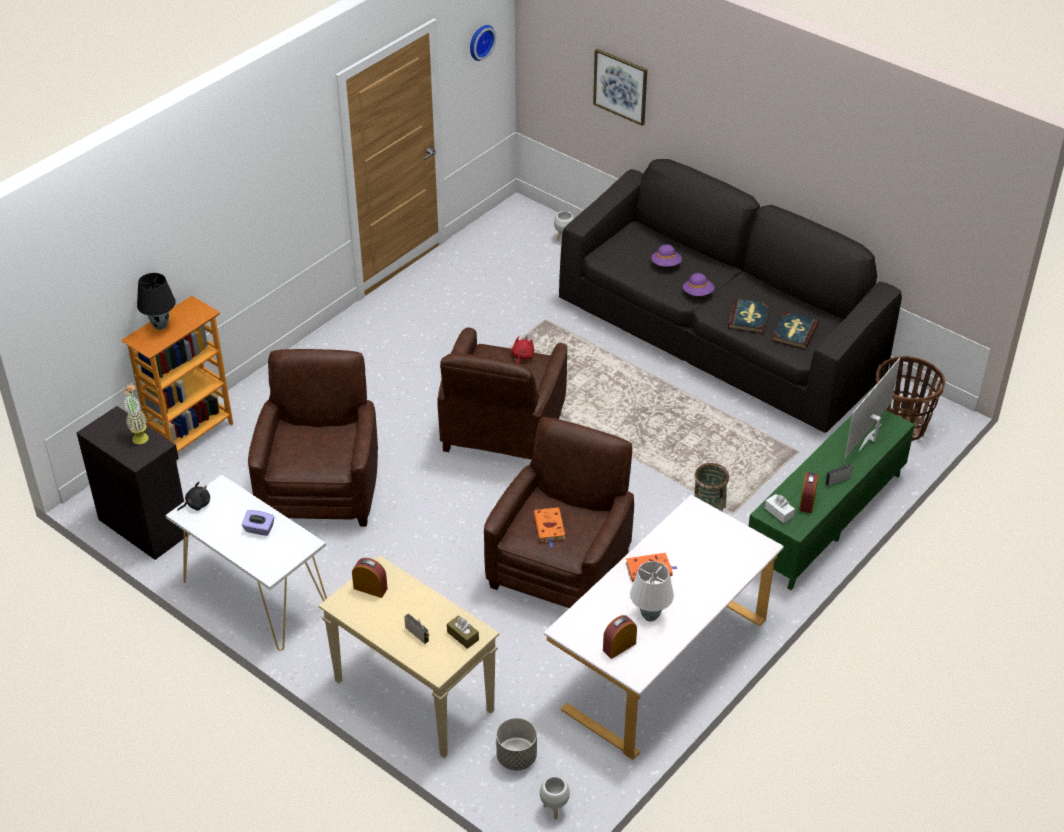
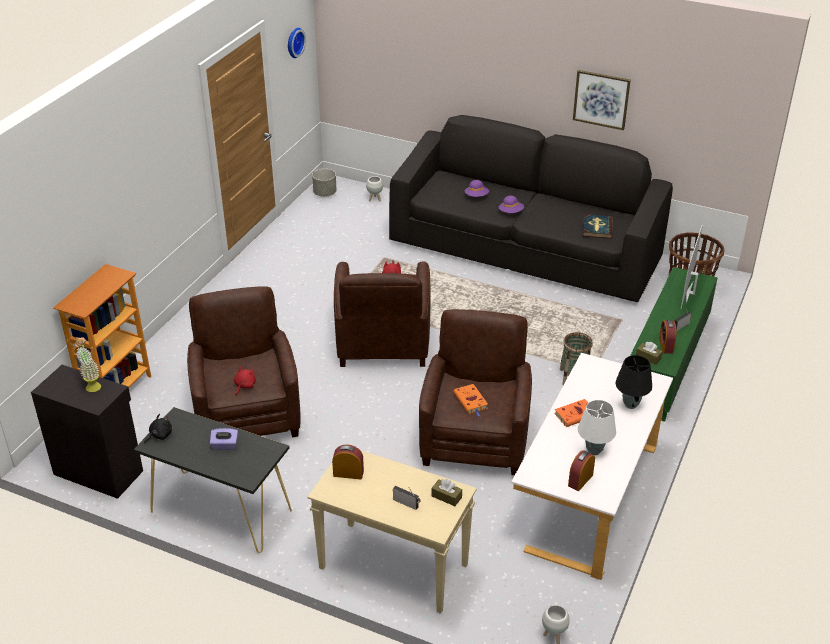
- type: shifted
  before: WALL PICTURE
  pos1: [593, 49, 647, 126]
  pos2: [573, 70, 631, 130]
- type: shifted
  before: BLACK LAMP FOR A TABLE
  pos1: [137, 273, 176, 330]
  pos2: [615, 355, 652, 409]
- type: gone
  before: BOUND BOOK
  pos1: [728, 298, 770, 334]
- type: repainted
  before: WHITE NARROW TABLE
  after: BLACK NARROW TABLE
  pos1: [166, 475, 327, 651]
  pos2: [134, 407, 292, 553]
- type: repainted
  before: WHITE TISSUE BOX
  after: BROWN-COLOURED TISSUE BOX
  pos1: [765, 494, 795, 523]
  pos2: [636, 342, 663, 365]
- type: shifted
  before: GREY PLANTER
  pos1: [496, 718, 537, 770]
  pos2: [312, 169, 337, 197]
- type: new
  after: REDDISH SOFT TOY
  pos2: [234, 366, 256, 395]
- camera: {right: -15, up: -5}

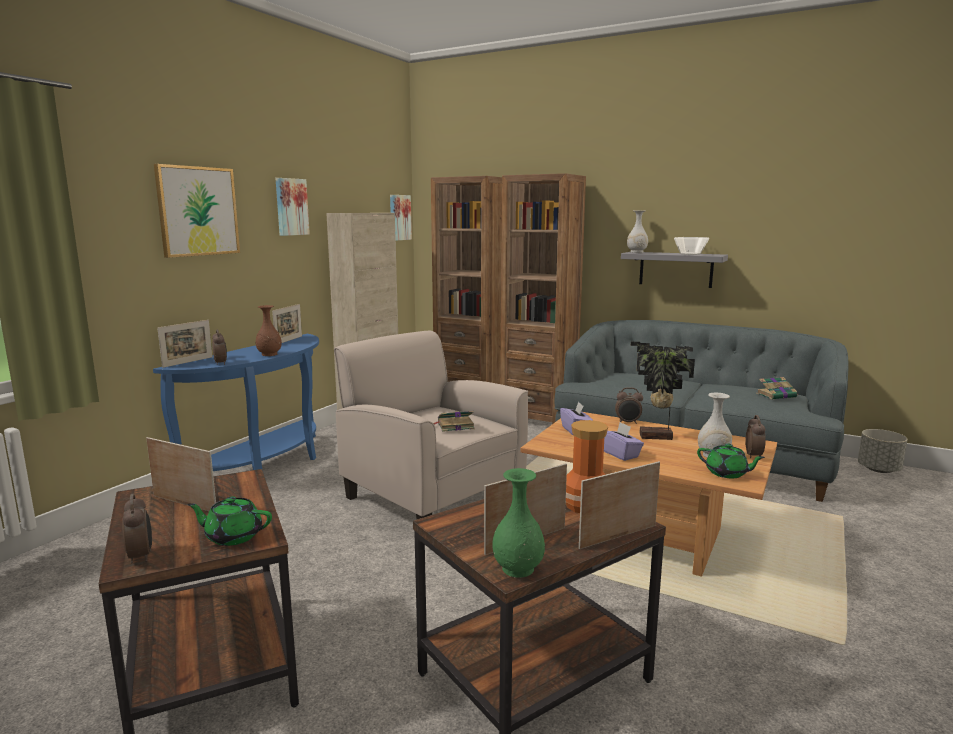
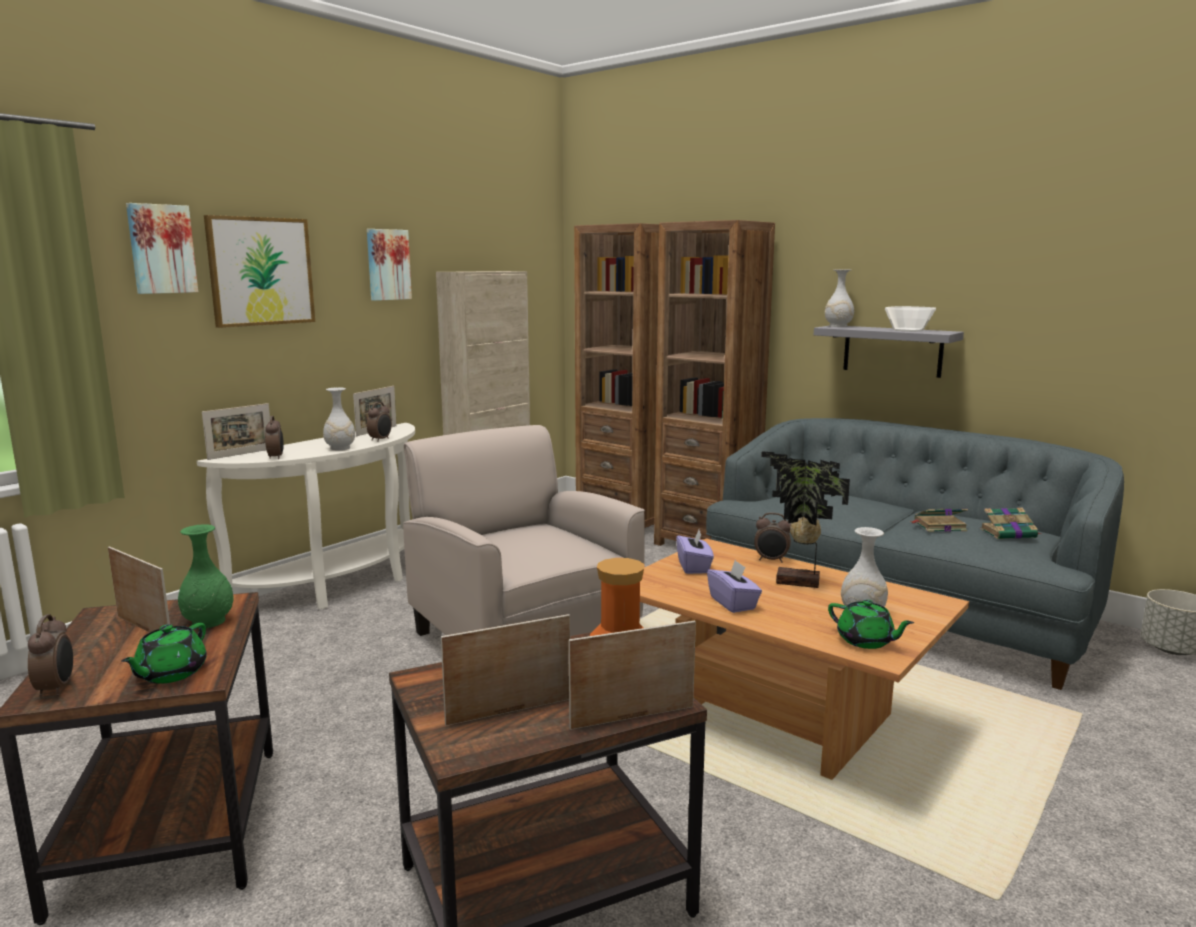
- type: shifted
  before: WALL PICTURE
  pos1: [390, 195, 412, 241]
  pos2: [126, 203, 198, 294]
- type: repainted
  before: BROWN-COLOURED DECORATIVE VASE
  after: WHITE DECORATIVE VASE
  pos1: [256, 305, 282, 356]
  pos2: [323, 387, 355, 450]
- type: repainted
  before: BLUISH NARROW TABLE
  after: WHITE NARROW TABLE
  pos1: [153, 334, 319, 471]
  pos2: [197, 423, 415, 609]
- type: shifted
  before: BOUND BOOK
  pos1: [433, 411, 474, 432]
  pos2: [909, 509, 968, 532]
- type: shifted
  before: ALARM CLOCK
  pos1: [745, 415, 766, 458]
  pos2: [367, 402, 392, 442]
- type: shifted
  before: GREEN-COLOURED DECORATIVE VASE
  pos1: [492, 468, 545, 578]
  pos2: [178, 524, 234, 628]
- type: rotated
  before: GREEN-COLOURED POT FOR TEA
  pos1: [187, 496, 272, 546]
  pos2: [121, 623, 207, 684]
  turn: -90
- camera: {right: 10, up: 0}

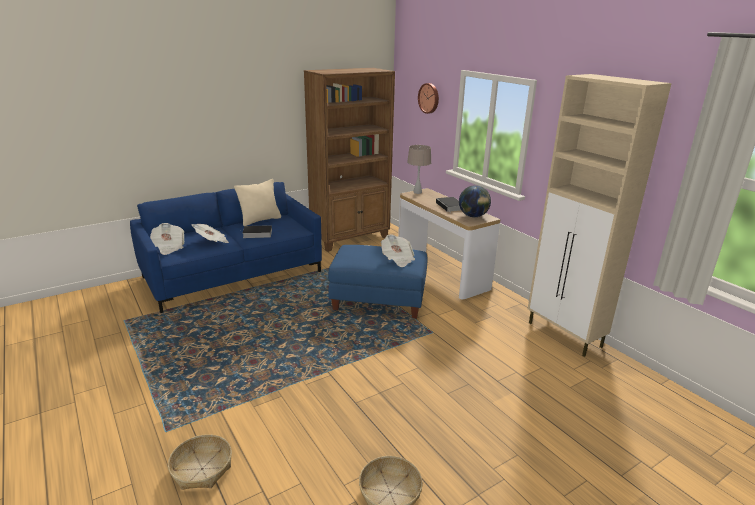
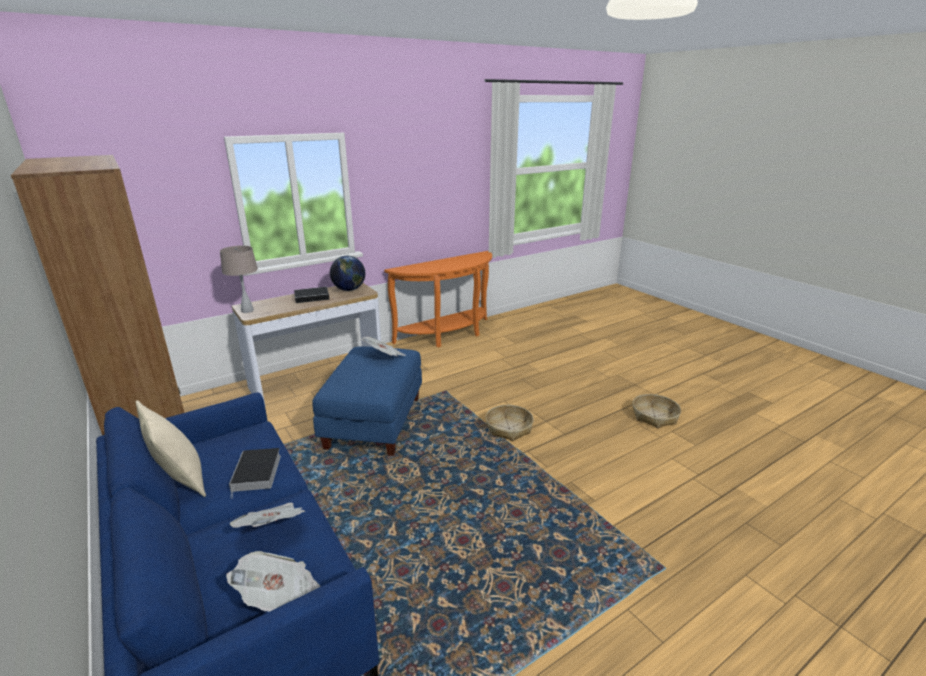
- type: swapped
  before: BEIGE CUPBOARD
  after: ORANGE NARROW TABLE
  pos1: [528, 74, 672, 357]
  pos2: [384, 251, 492, 347]
- type: gone
  before: CLOCK ON THE WALL
  pos1: [418, 83, 439, 114]
- type: shifted
  before: STORAGE BASKET
  pos1: [168, 434, 232, 490]
  pos2: [486, 405, 534, 441]
- camera: {right: -90, up: 0}

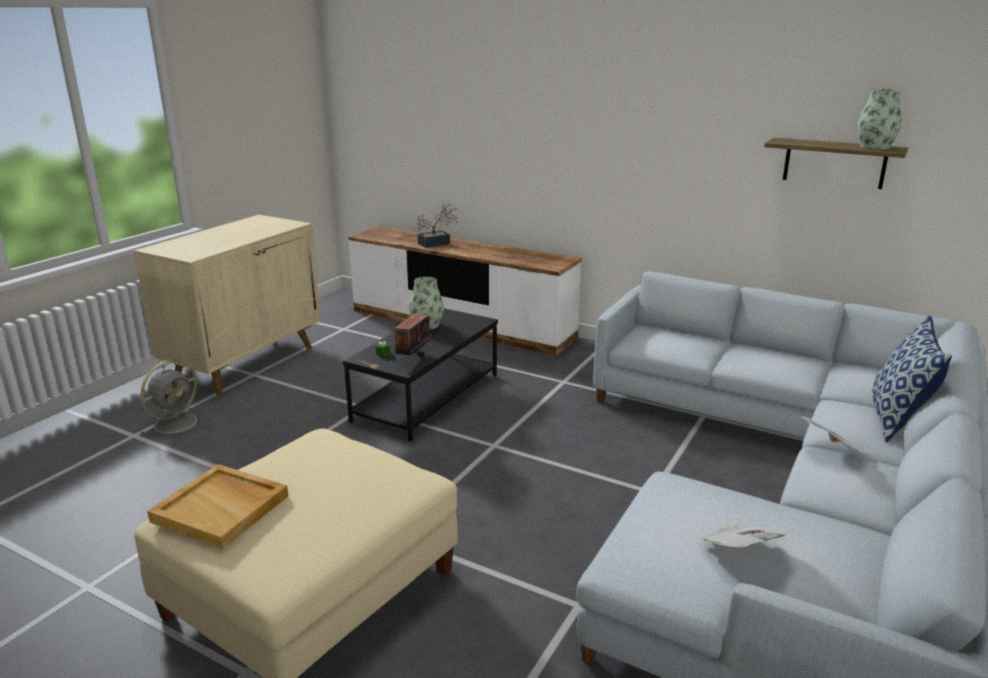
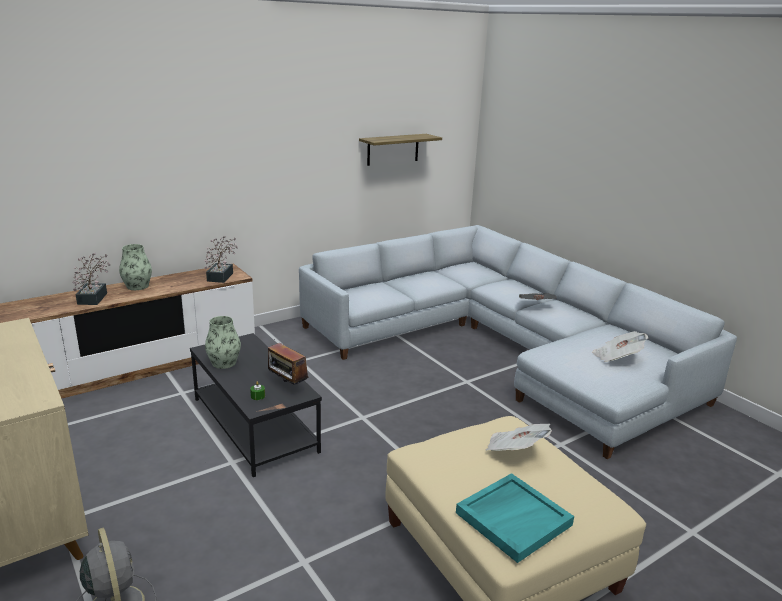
- type: shifted
  before: DECORATIVE VASE
  pos1: [857, 89, 902, 149]
  pos2: [119, 244, 152, 290]
- type: gone
  before: THROW PILLOW
  pos1: [872, 316, 952, 443]
- type: repainted
  before: BEIGE CARRYING TRAY
  after: TURQUOISE-COLOURED CARRYING TRAY
  pos1: [147, 464, 288, 549]
  pos2: [456, 473, 574, 563]
- type: new
  after: PLANT IN A POT
  pos2: [204, 236, 238, 283]
- type: new
  after: NEWSPAPER
  pos2: [485, 424, 552, 451]
- camera: {right: -65, up: 0}

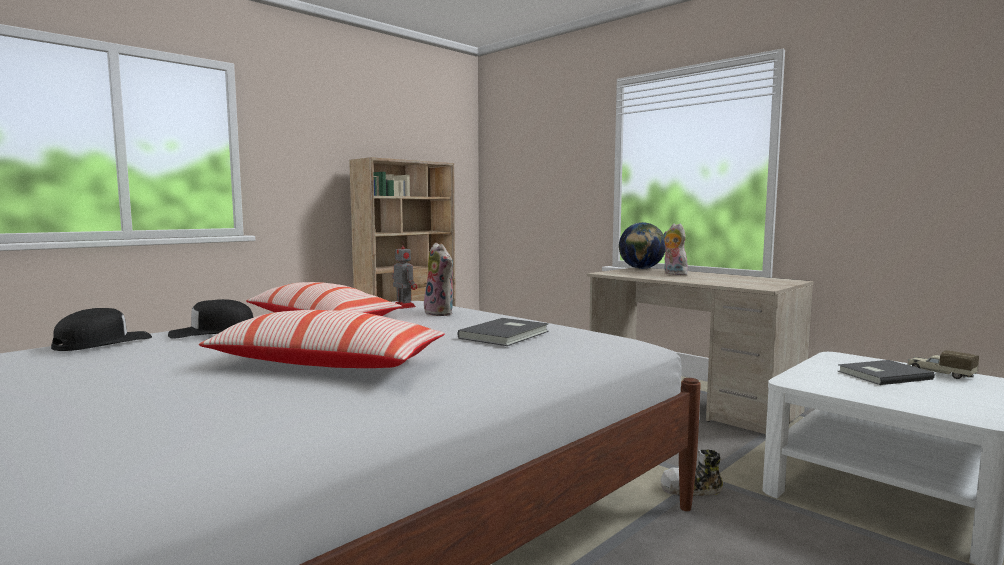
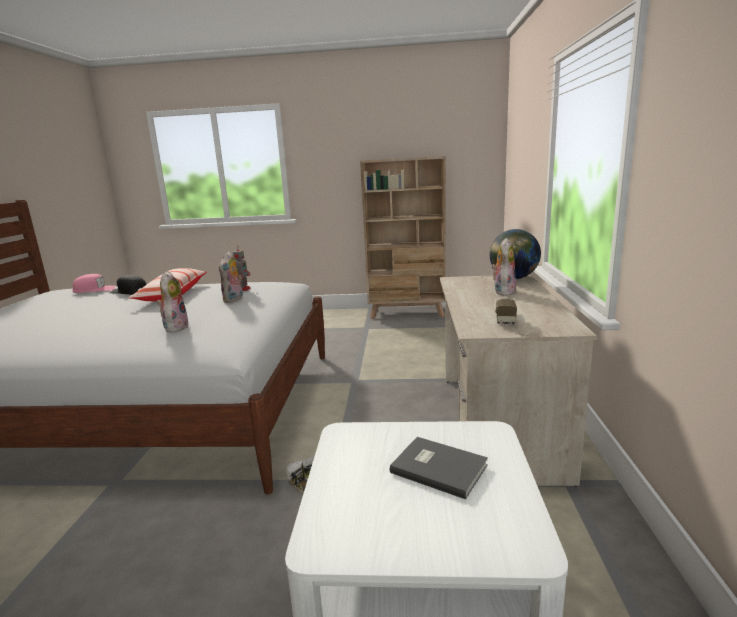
- type: repainted
  before: BLACK PEAKED CAP
  after: PINK-COLOURED PEAKED CAP
  pos1: [51, 308, 152, 351]
  pos2: [73, 274, 116, 293]
- type: gone
  before: THROW PILLOW
  pos1: [199, 310, 445, 368]
- type: swapped
  before: GREY BOUND BOOK
  after: SOFT TOY
  pos1: [457, 318, 549, 346]
  pos2: [157, 271, 189, 332]
- type: shifted
  before: TOY LORRY
  pos1: [907, 350, 979, 379]
  pos2: [495, 299, 517, 325]
- camera: {right: 50, up: 10}

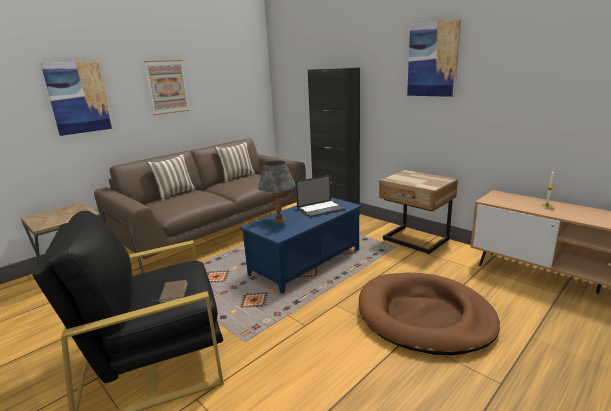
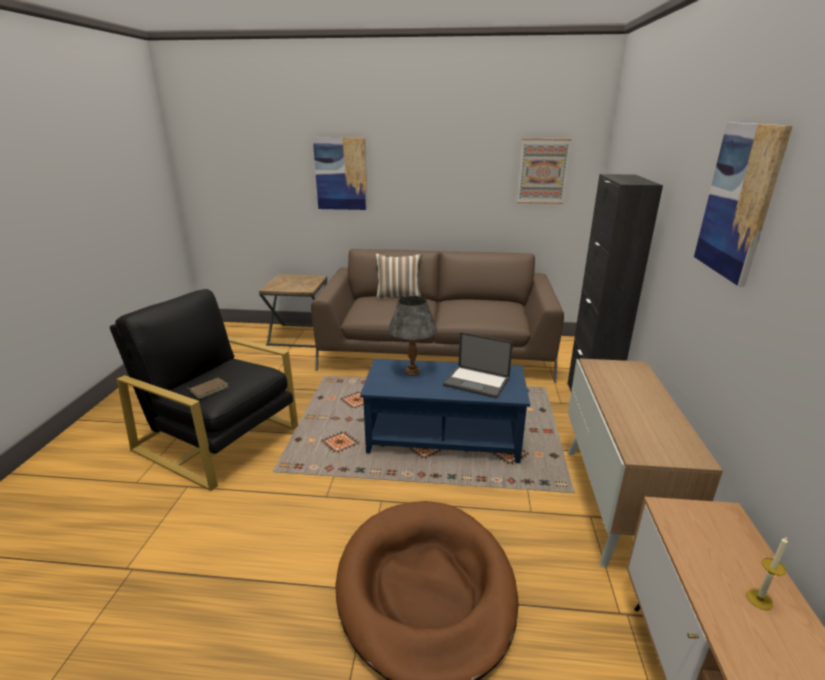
- type: shifted
  before: WALL PICTURE
  pos1: [144, 60, 190, 115]
  pos2: [517, 139, 572, 204]
- type: gone
  before: THROW PILLOW
  pos1: [214, 142, 256, 182]
- type: swapped
  before: BEIGE BEDSIDE TABLE
  after: CUPBOARD
  pos1: [379, 170, 458, 255]
  pos2: [568, 358, 723, 567]
- camera: {right: 50, up: 5}

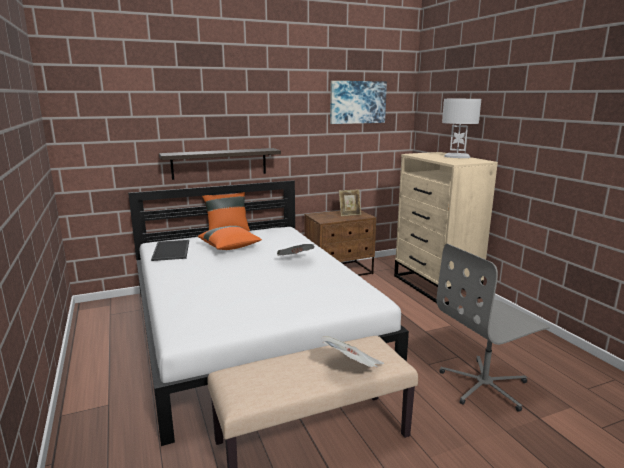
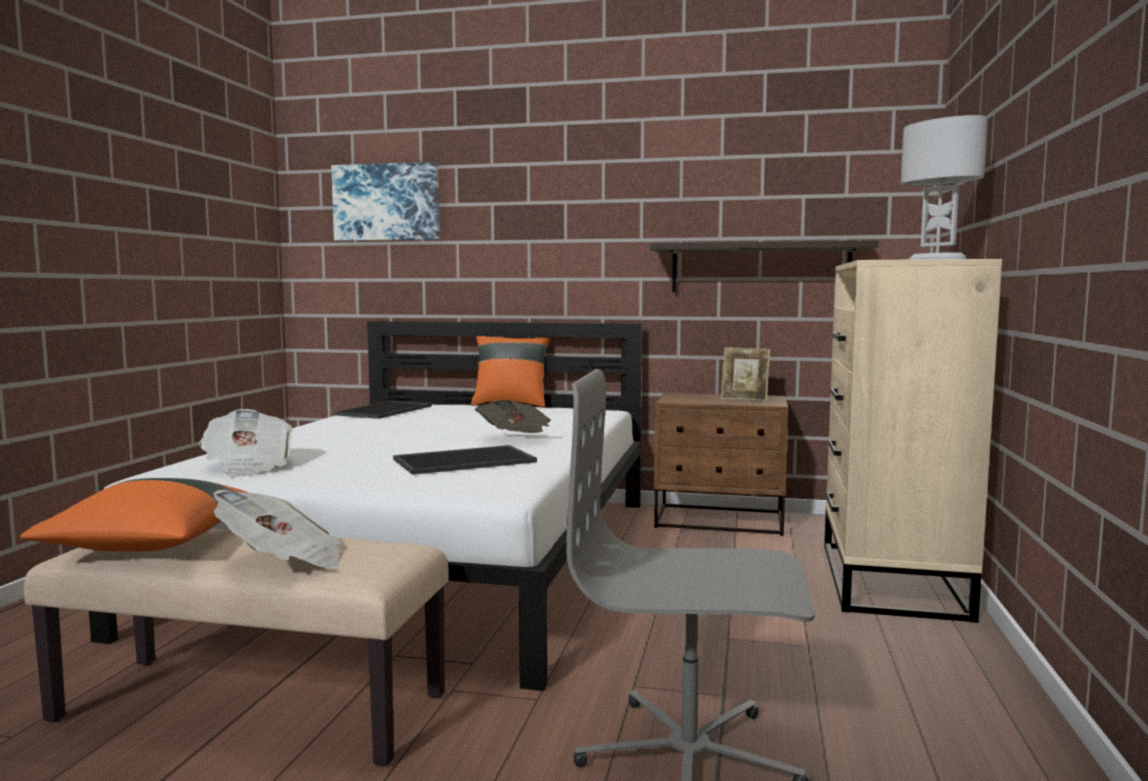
- type: shifted
  before: WALL PICTURE
  pos1: [330, 81, 387, 124]
  pos2: [331, 162, 440, 241]
- type: shifted
  before: WALL SHELF
  pos1: [159, 148, 281, 180]
  pos2: [650, 240, 878, 292]
- type: shifted
  before: ORANGE THROW PILLOW
  pos1: [198, 226, 262, 250]
  pos2: [20, 478, 248, 552]
- type: new
  after: NEWSPAPER
  pos2: [199, 409, 293, 477]
- type: new
  after: CARRYING TRAY
  pos2: [393, 445, 537, 475]
- camera: {right: 35, up: -10}

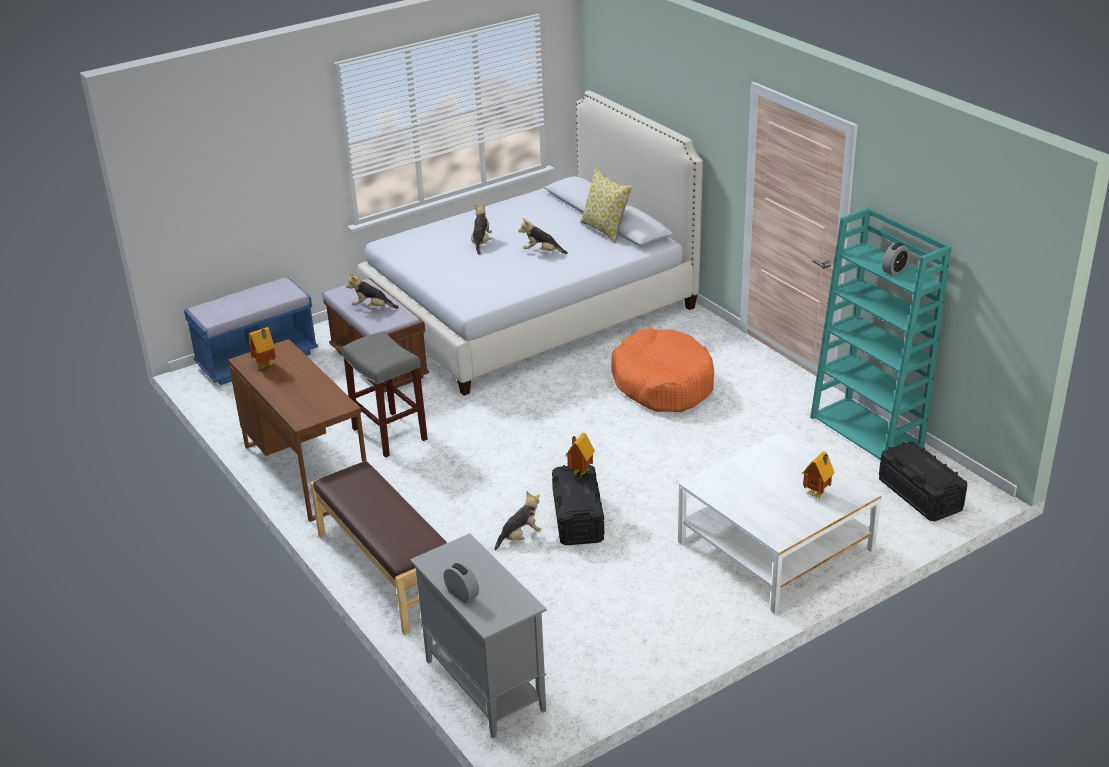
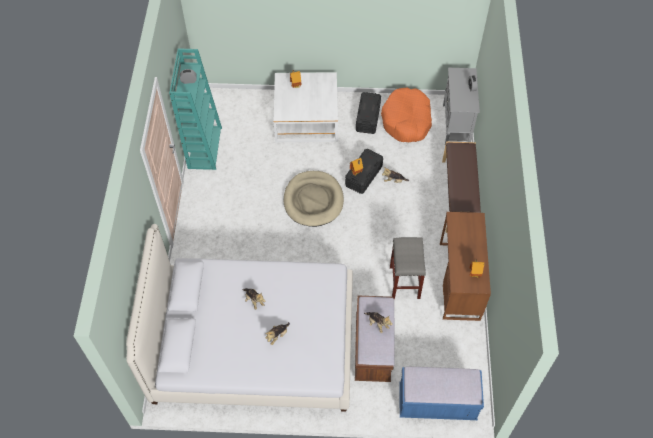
- type: gone
  before: THROW PILLOW
  pos1: [580, 167, 632, 243]
- type: shifted
  before: ORANGE DOG CUSHION
  pos1: [611, 328, 714, 412]
  pos2: [381, 87, 432, 142]
- type: shifted
  before: BLACK STORAGE BOX
  pos1: [879, 442, 967, 521]
  pos2: [356, 92, 381, 134]
- type: new
  after: BEIGE DOG CUSHION
  pos2: [284, 171, 344, 227]
- camera: {right: -145, up: 25}

